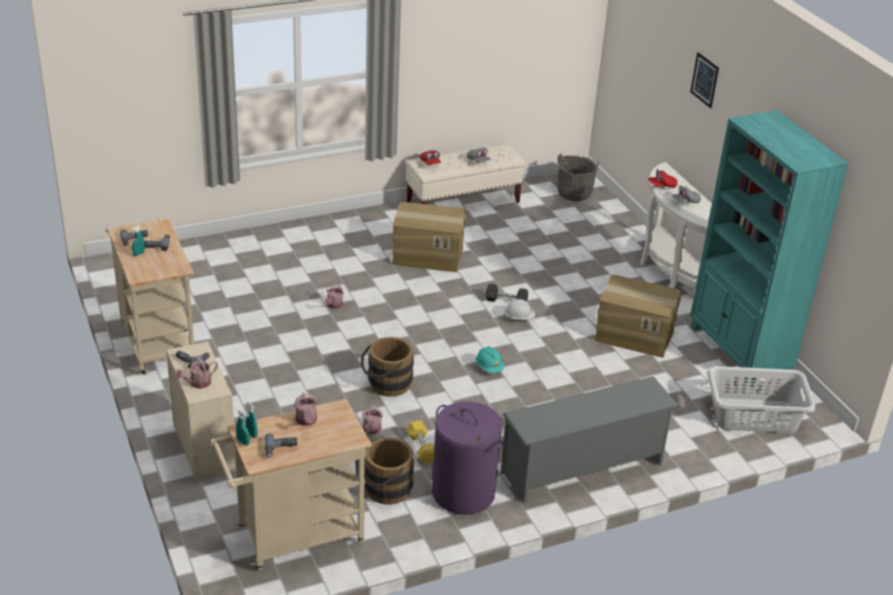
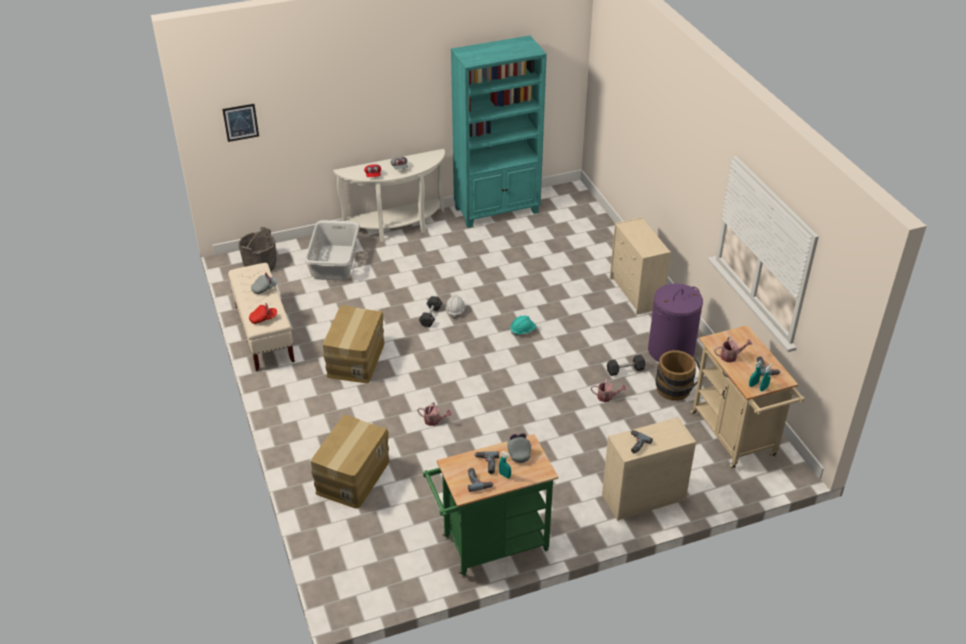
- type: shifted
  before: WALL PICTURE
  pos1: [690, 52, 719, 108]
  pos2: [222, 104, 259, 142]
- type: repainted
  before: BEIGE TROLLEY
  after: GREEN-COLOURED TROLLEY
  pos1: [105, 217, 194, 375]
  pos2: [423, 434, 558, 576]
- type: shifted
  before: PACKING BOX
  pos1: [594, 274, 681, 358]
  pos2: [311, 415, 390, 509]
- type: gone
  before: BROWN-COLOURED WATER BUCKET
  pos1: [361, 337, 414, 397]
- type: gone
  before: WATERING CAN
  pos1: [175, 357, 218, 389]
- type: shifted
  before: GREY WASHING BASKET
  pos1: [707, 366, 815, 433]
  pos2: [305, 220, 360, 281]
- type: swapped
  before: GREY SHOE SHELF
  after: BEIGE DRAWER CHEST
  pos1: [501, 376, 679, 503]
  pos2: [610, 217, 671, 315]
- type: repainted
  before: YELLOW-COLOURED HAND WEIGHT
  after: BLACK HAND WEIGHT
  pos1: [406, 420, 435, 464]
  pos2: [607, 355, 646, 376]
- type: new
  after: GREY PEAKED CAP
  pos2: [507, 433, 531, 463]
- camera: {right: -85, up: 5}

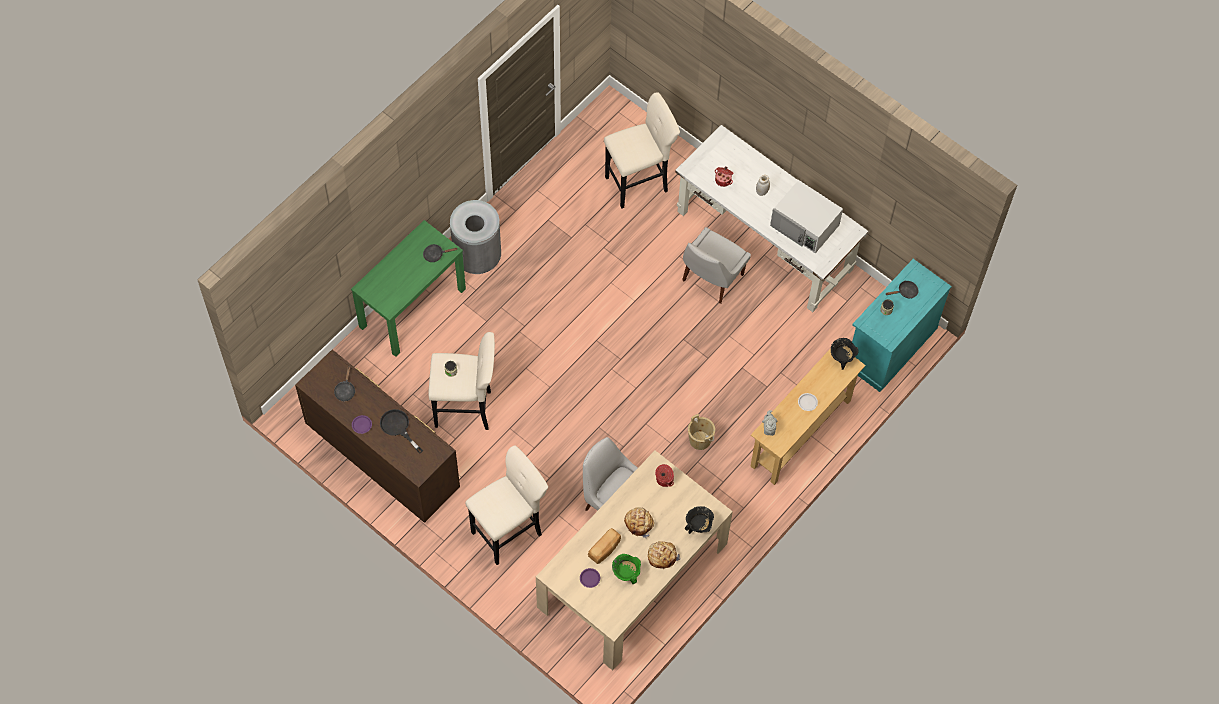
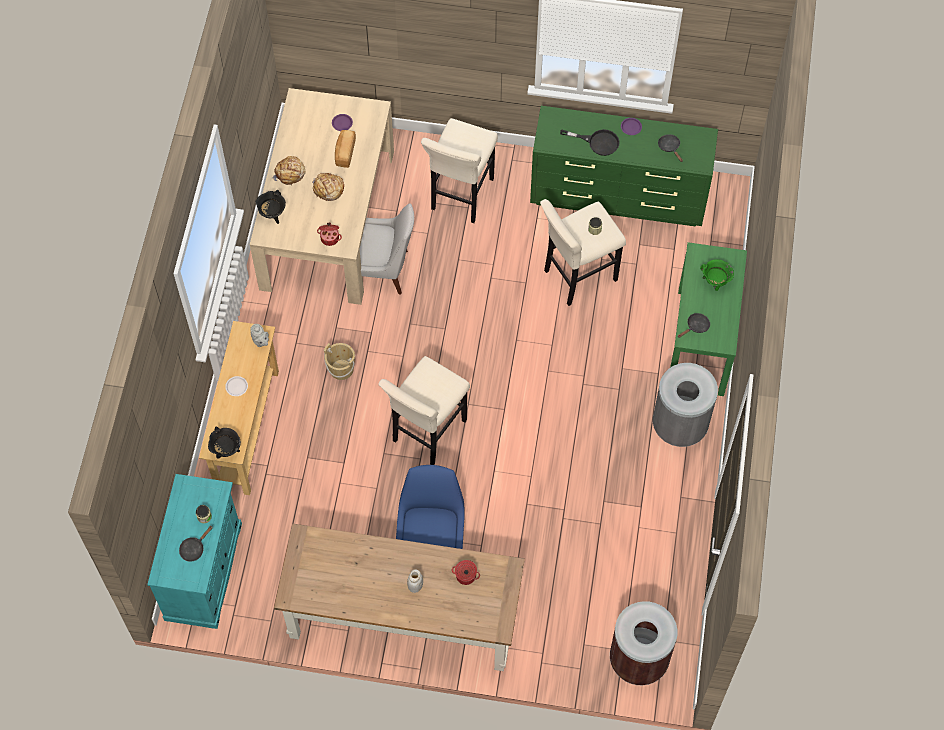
- type: shifted
  before: BEIGE STOOL
  pos1: [604, 92, 680, 209]
  pos2: [378, 356, 470, 465]
- type: repainted
  before: WHITE DESK
  after: BROWN-COLOURED DESK
  pos1: [675, 125, 868, 312]
  pos2: [274, 523, 525, 671]
- type: gone
  before: WHITE MICROWAVE
  pos1: [770, 180, 843, 253]
- type: repainted
  before: WHITE PLAIN CHAIR
  after: BLUISH PLAIN CHAIR
  pos1: [682, 227, 751, 304]
  pos2: [396, 465, 465, 549]
- type: repainted
  before: BROWN-COLOURED DRAWER CHEST
  after: GREEN-COLOURED DRAWER CHEST
  pos1: [295, 349, 460, 523]
  pos2: [530, 106, 718, 227]
- type: shifted
  before: GREEN-COLOURED COOKING POT
  pos1: [612, 554, 641, 585]
  pos2: [700, 259, 734, 291]
- type: new
  after: BROWN-COLOURED RUBBISH BIN
  pos2: [610, 601, 678, 685]
- camera: {right: 150, up: 0}

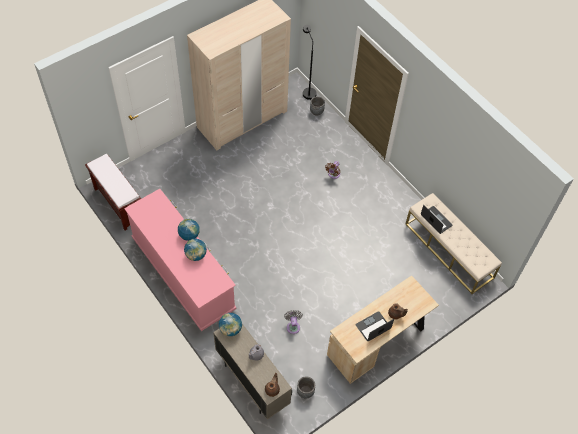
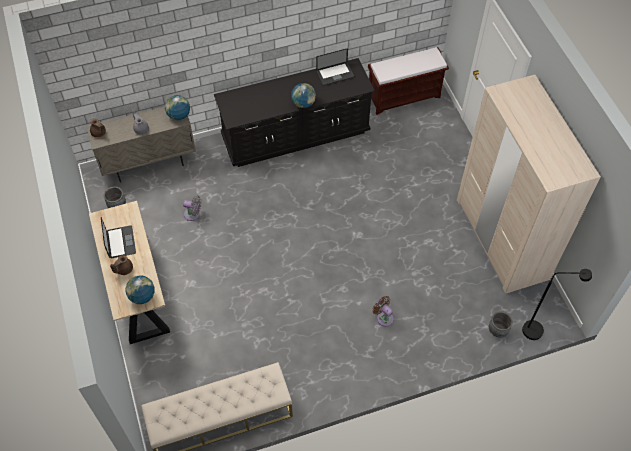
- type: repainted
  before: PINK-COLOURED DRAWER CHEST
  after: BLACK DRAWER CHEST
  pos1: [124, 189, 237, 331]
  pos2: [214, 58, 375, 167]
- type: shifted
  before: PORTABLE COMPUTER
  pos1: [421, 205, 452, 234]
  pos2: [316, 48, 354, 86]
- type: shifted
  before: DESK GLOBE
  pos1: [184, 239, 207, 261]
  pos2: [125, 276, 155, 304]
- camera: {right: 110, up: 0}

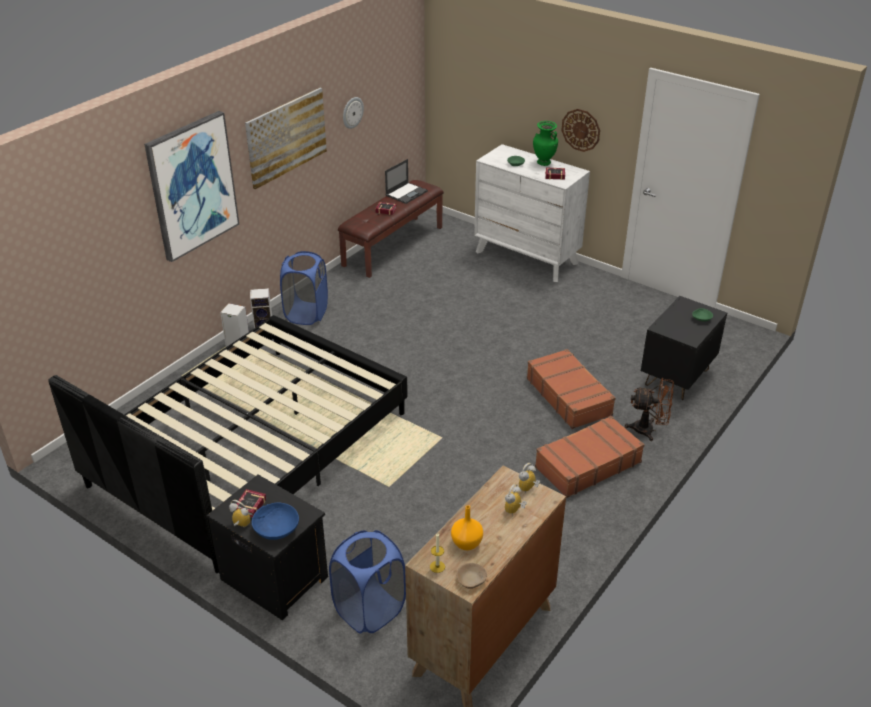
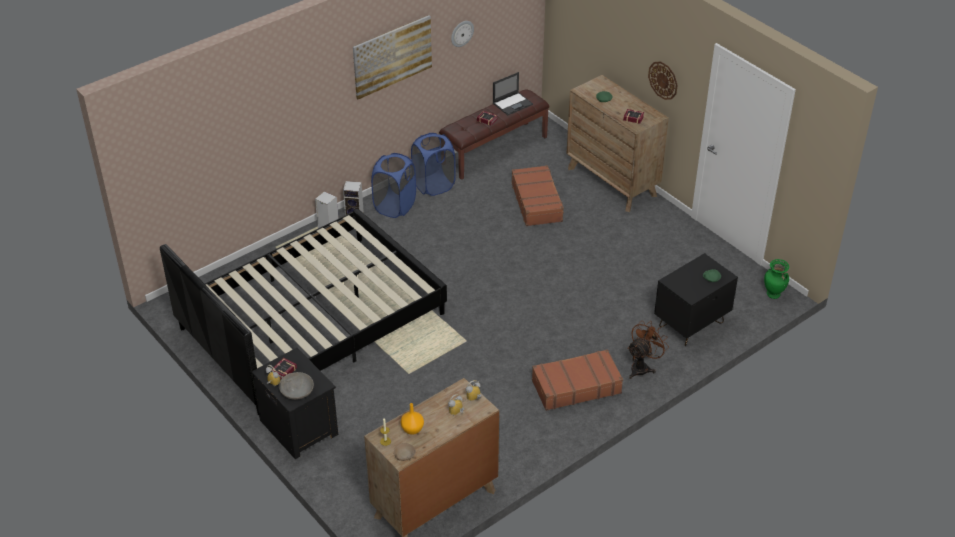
- type: gone
  before: WALL PICTURE
  pos1: [144, 111, 239, 262]
- type: shifted
  before: GREEN-COLOURED DECORATIVE VASE
  pos1: [533, 121, 558, 166]
  pos2: [764, 259, 789, 299]
- type: repainted
  before: WHITE DRAWER CHEST
  after: BROWN-COLOURED DRAWER CHEST
  pos1: [474, 144, 590, 282]
  pos2: [566, 75, 669, 212]
- type: shifted
  before: BROWN-COLOURED SUITCASE
  pos1: [527, 349, 616, 429]
  pos2: [512, 165, 564, 226]
- type: rotated
  before: BROWN-COLOURED COOLING FAN
  pos1: [625, 378, 674, 441]
  pos2: [627, 321, 669, 379]
  turn: -75
- type: repainted
  before: BLUISH BOWL
  after: GREY BOWL
  pos1: [252, 503, 299, 540]
  pos2: [279, 372, 314, 400]
- type: shifted
  before: BLUISH WASHING BASKET
  pos1: [329, 530, 406, 634]
  pos2: [411, 133, 456, 196]
- camera: {right: 15, up: 5}

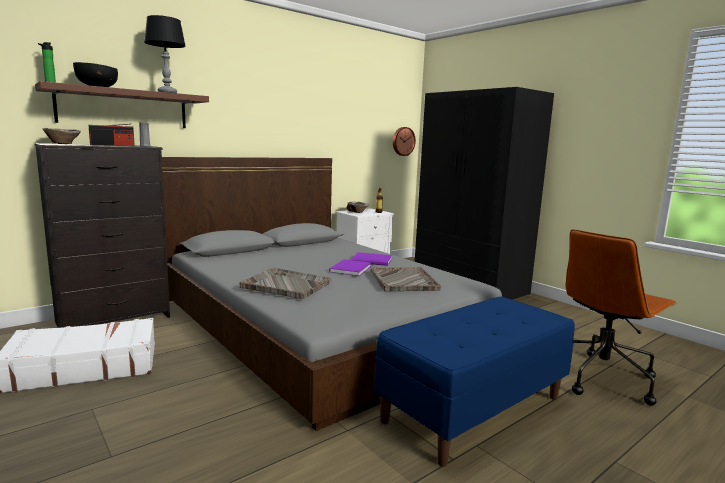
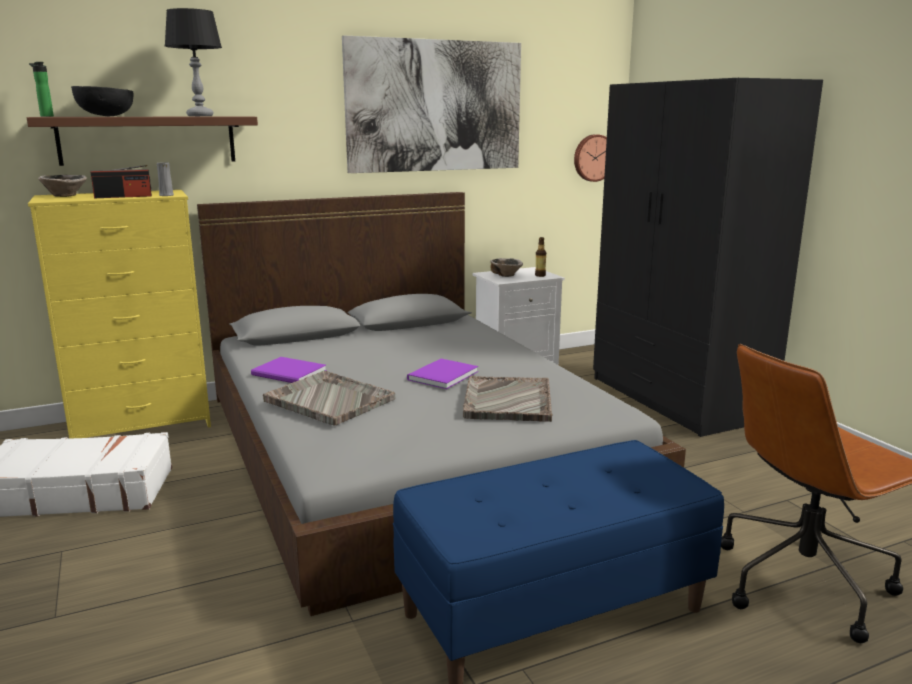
- type: repainted
  before: BLACK DRAWER CHEST
  after: YELLOW-COLOURED DRAWER CHEST
  pos1: [34, 143, 170, 328]
  pos2: [28, 190, 211, 439]
- type: shifted
  before: PURPLE-COLOURED BOUND BOOK
  pos1: [351, 252, 392, 266]
  pos2: [251, 357, 327, 383]
- type: new
  after: WALL PICTURE
  pos2: [342, 35, 521, 173]
- camera: {right: 15, up: 5}

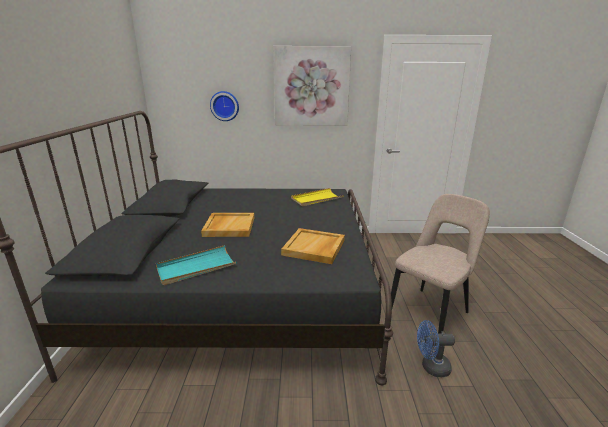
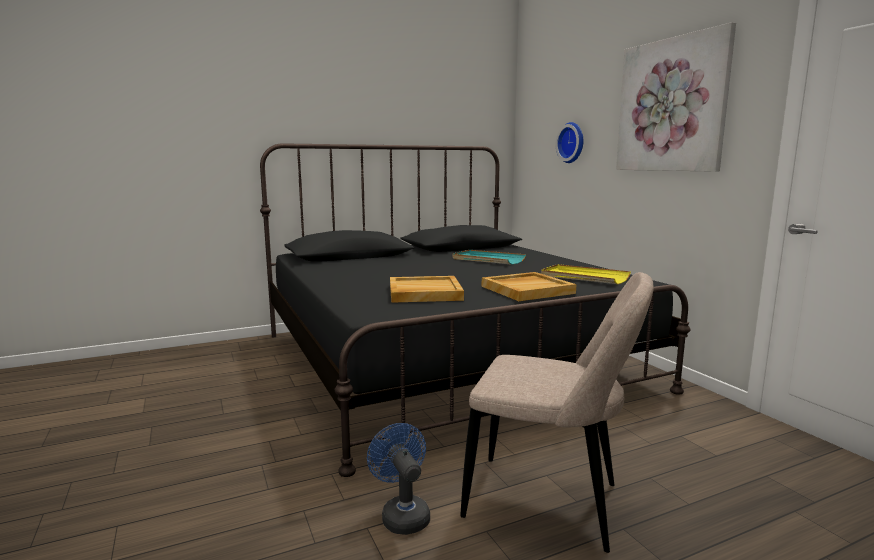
- type: shifted
  before: BEIGE CARRYING TRAY
  pos1: [201, 213, 254, 237]
  pos2: [482, 272, 576, 301]
- type: shifted
  before: TURQUOISE-COLOURED CARRYING TRAY
  pos1: [156, 245, 237, 285]
  pos2: [453, 250, 526, 265]
- camera: {right: 65, up: -10}

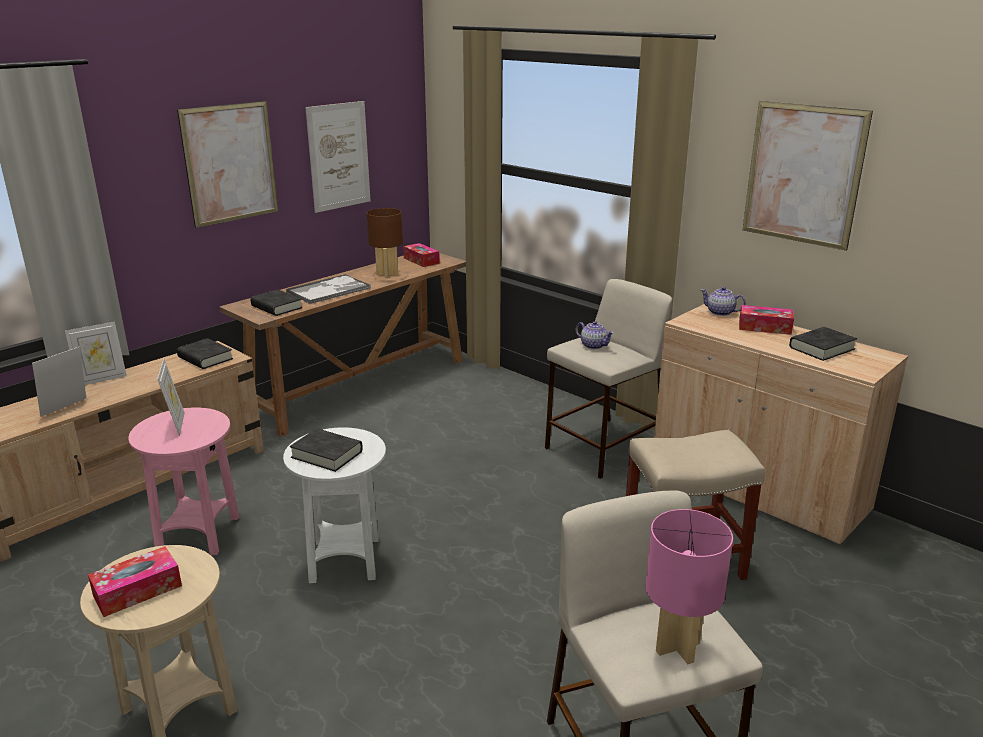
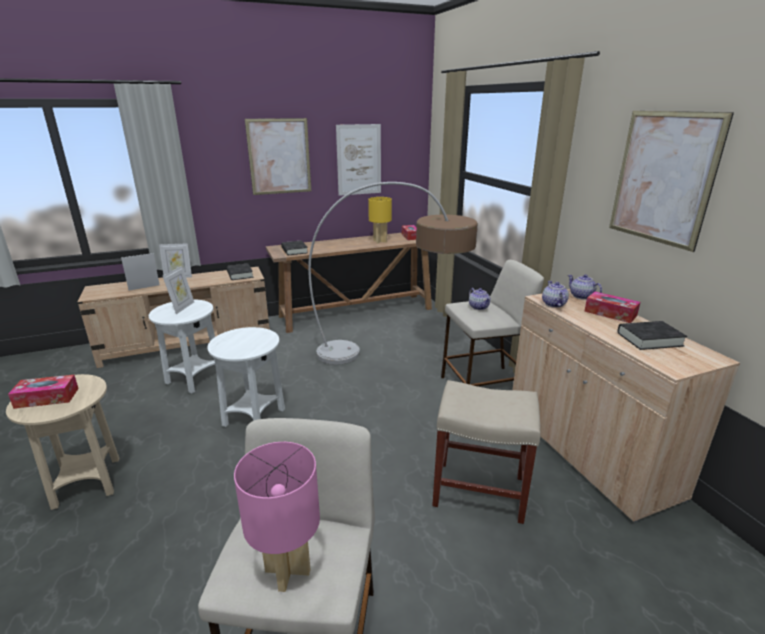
- type: repainted
  before: BROWN-COLOURED LAMP FOR A TABLE
  after: YELLOW-COLOURED LAMP FOR A TABLE
  pos1: [366, 208, 403, 278]
  pos2: [368, 197, 392, 243]
- type: gone
  before: CARRYING TRAY
  pos1: [286, 274, 371, 304]
- type: repainted
  before: PINK-COLOURED END TABLE
  after: WHITE END TABLE
  pos1: [128, 408, 239, 555]
  pos2: [149, 299, 216, 394]
- type: gone
  before: BLACK BOUND BOOK
  pos1: [290, 428, 363, 472]
- type: new
  after: STANDING LAMP
  pos2: [308, 182, 478, 365]
- type: new
  after: POT FOR TEA
  pos2: [542, 281, 569, 308]
- camera: {right: 25, up: 0}

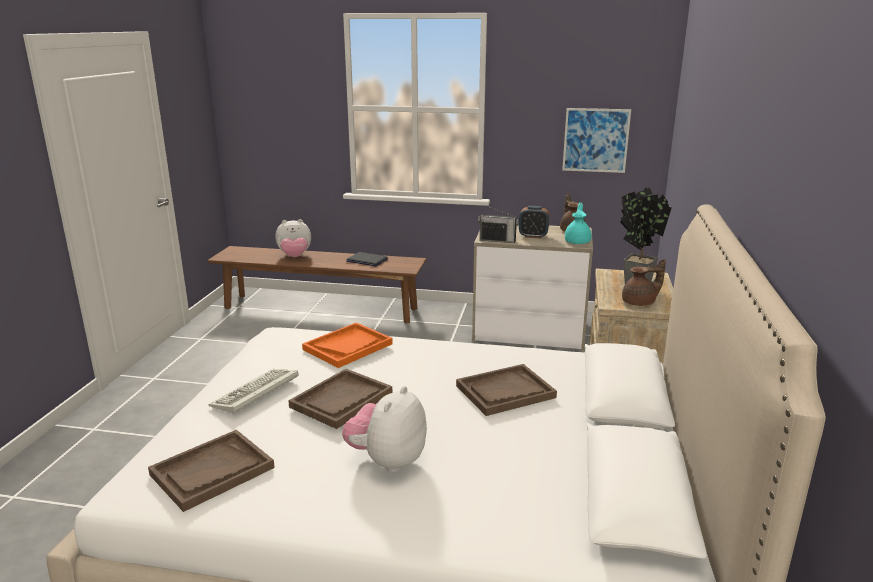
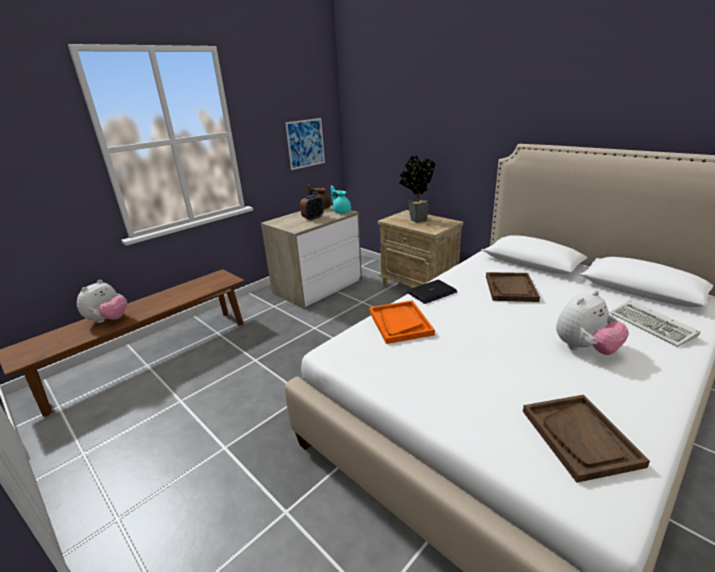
- type: gone
  before: RADIO
  pos1: [478, 205, 519, 243]
- type: shifted
  before: PORTABLE COMPUTER
  pos1: [346, 252, 388, 267]
  pos2: [407, 280, 457, 304]
- type: gone
  before: BROWN-COLOURED POT FOR TEA
  pos1: [622, 259, 666, 306]
- type: shifted
  before: KEYBOARD
  pos1: [209, 369, 299, 415]
  pos2: [610, 300, 700, 347]
- type: gone
  before: BROWN-COLOURED CARRYING TRAY
  pos1: [288, 369, 392, 429]
- type: rotated
  before: SOFT TOY
  pos1: [342, 386, 427, 472]
  pos2: [556, 291, 629, 355]
  turn: -90
- camera: {right: -55, up: 5}

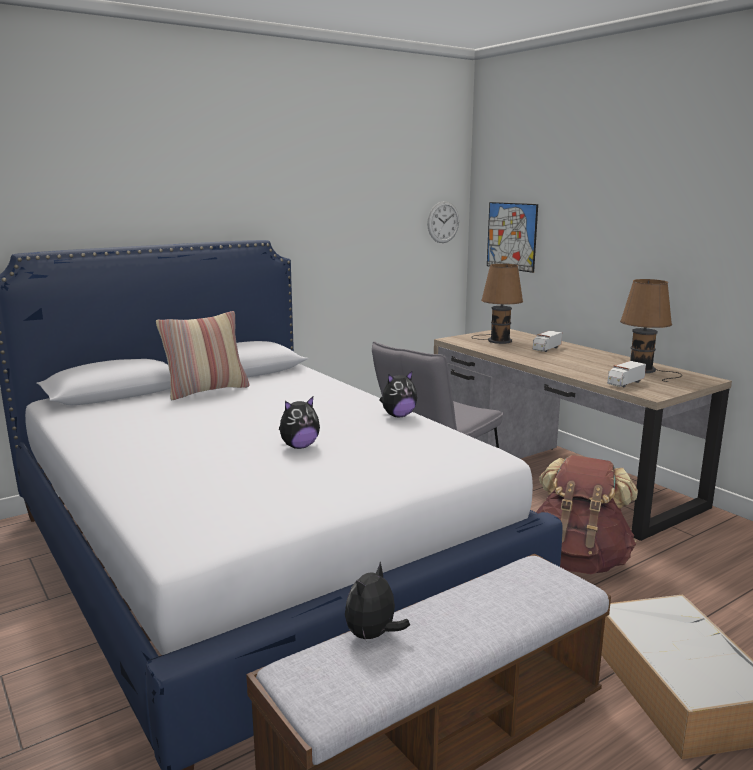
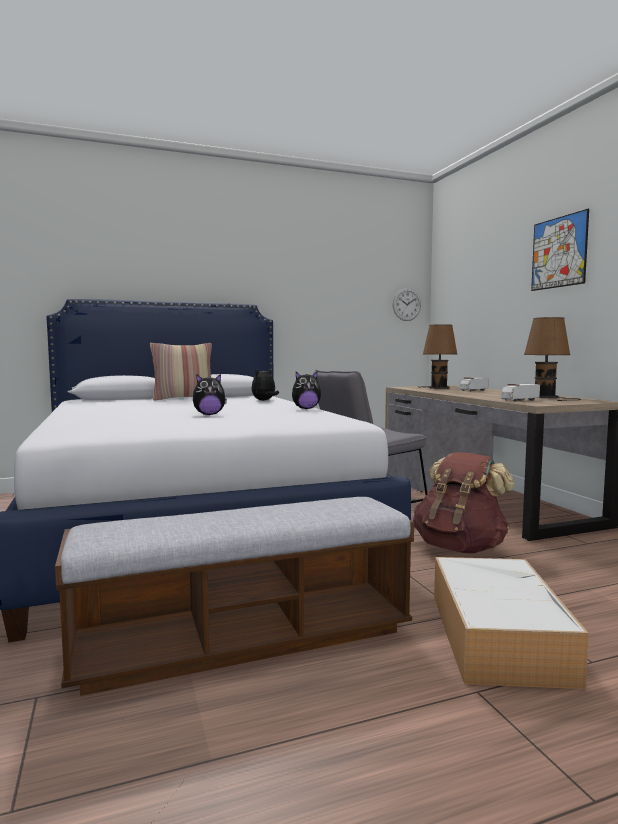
- type: shifted
  before: WALL PICTURE
  pos1: [487, 202, 538, 273]
  pos2: [531, 209, 589, 291]
- type: shifted
  before: SOFT TOY
  pos1: [345, 562, 410, 640]
  pos2: [251, 369, 279, 401]
- camera: {right: 15, up: -10}

